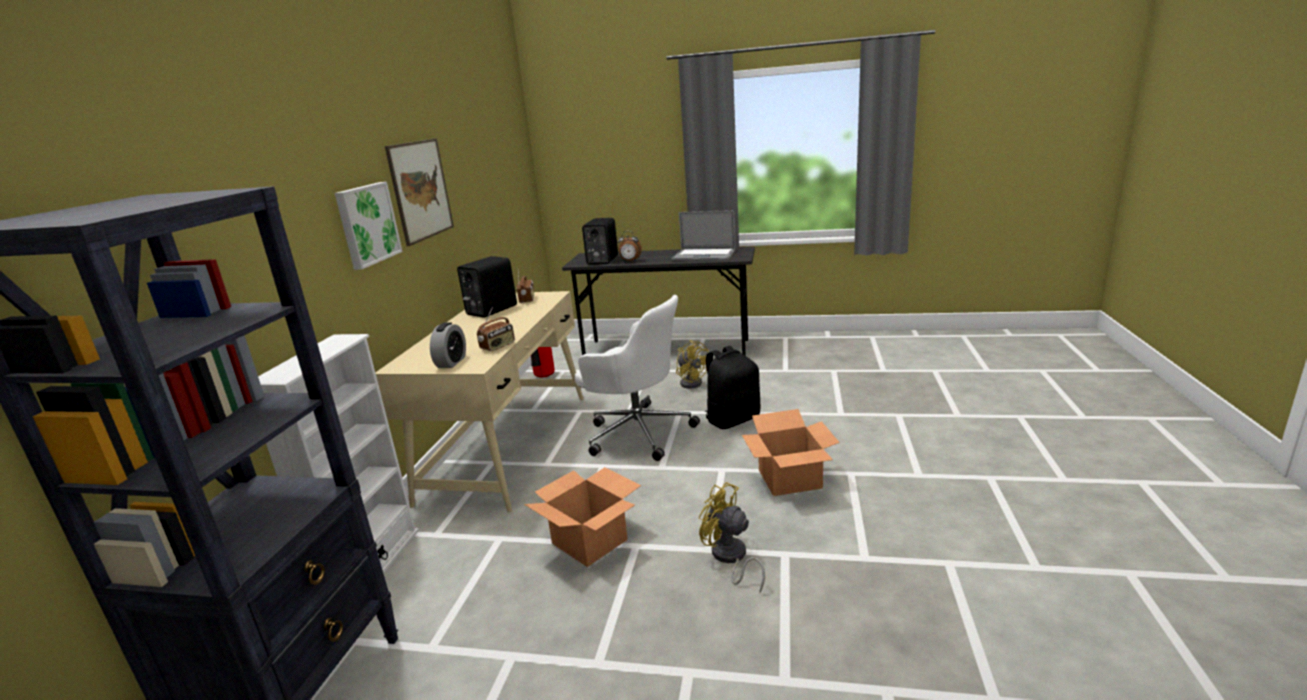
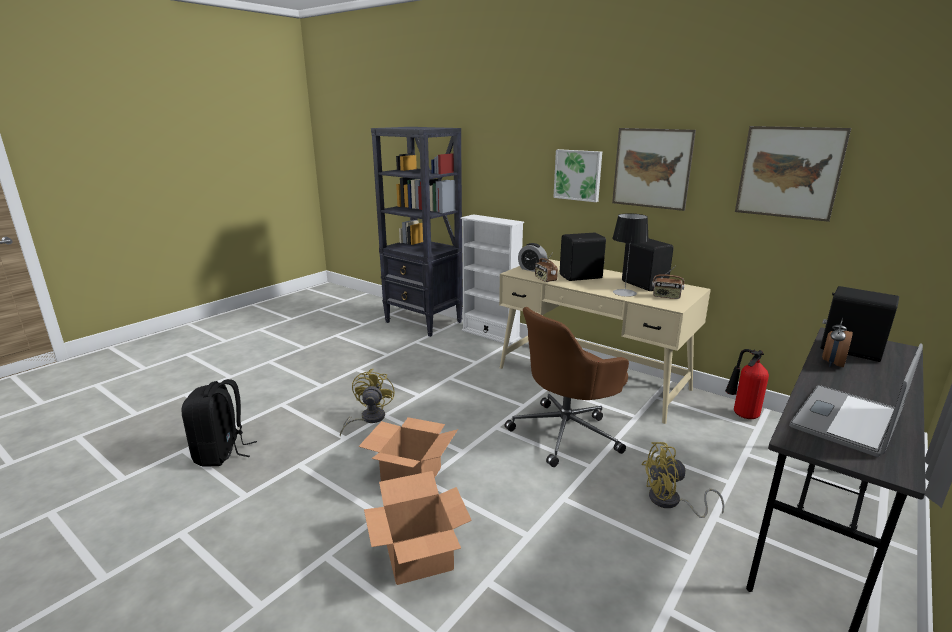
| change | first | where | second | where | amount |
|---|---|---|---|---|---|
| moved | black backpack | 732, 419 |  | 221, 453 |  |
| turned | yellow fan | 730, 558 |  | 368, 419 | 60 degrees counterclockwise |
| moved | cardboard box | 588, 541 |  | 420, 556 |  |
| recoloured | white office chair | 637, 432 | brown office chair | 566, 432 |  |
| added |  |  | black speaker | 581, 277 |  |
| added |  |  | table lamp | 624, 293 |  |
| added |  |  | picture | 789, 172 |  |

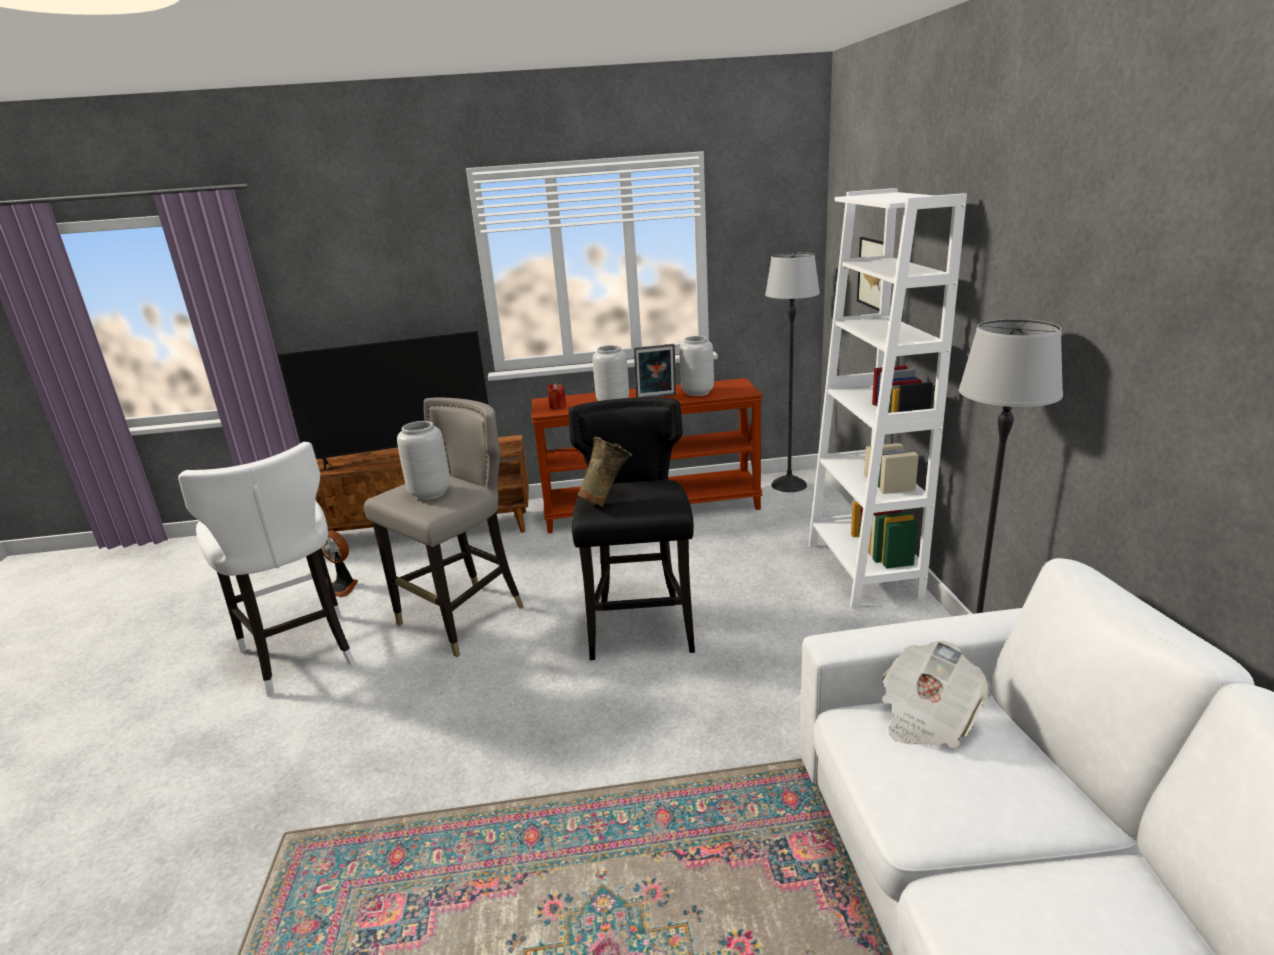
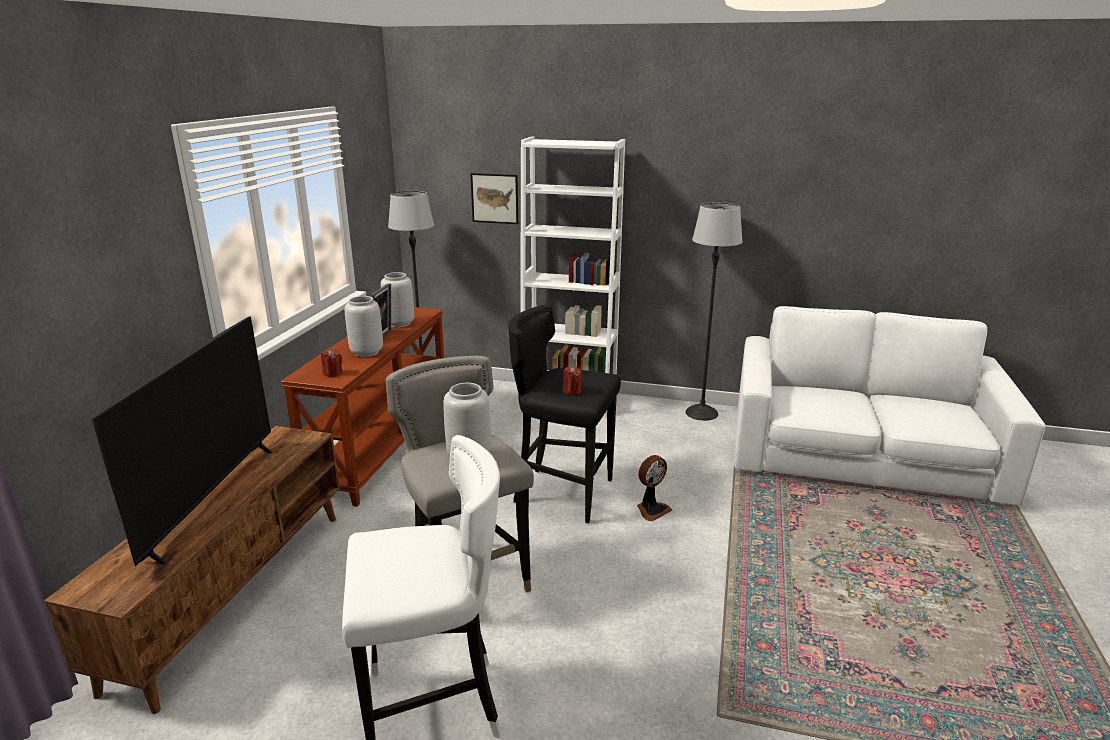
| change | first | where | second | where | amount |
|---|---|---|---|---|---|
| replaced | beige vase | 607, 501 | red candle | 572, 391 |  |
| moved | fan | 342, 587 |  | 651, 509 |  |
| removed | newspaper | 927, 717 |  |  |  |

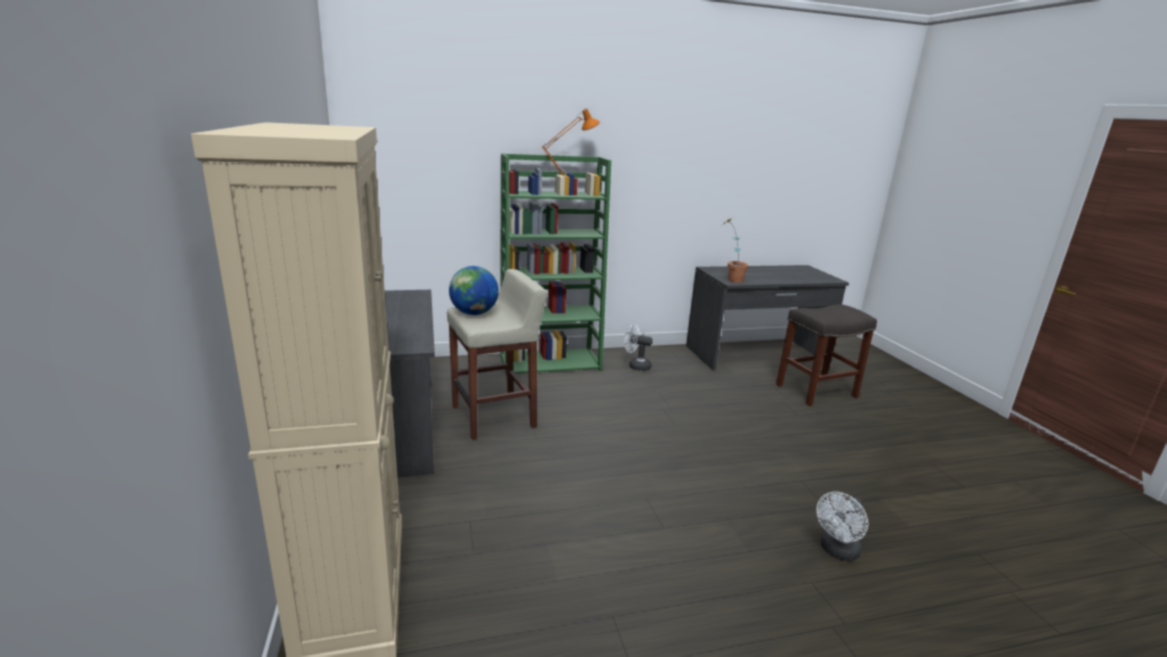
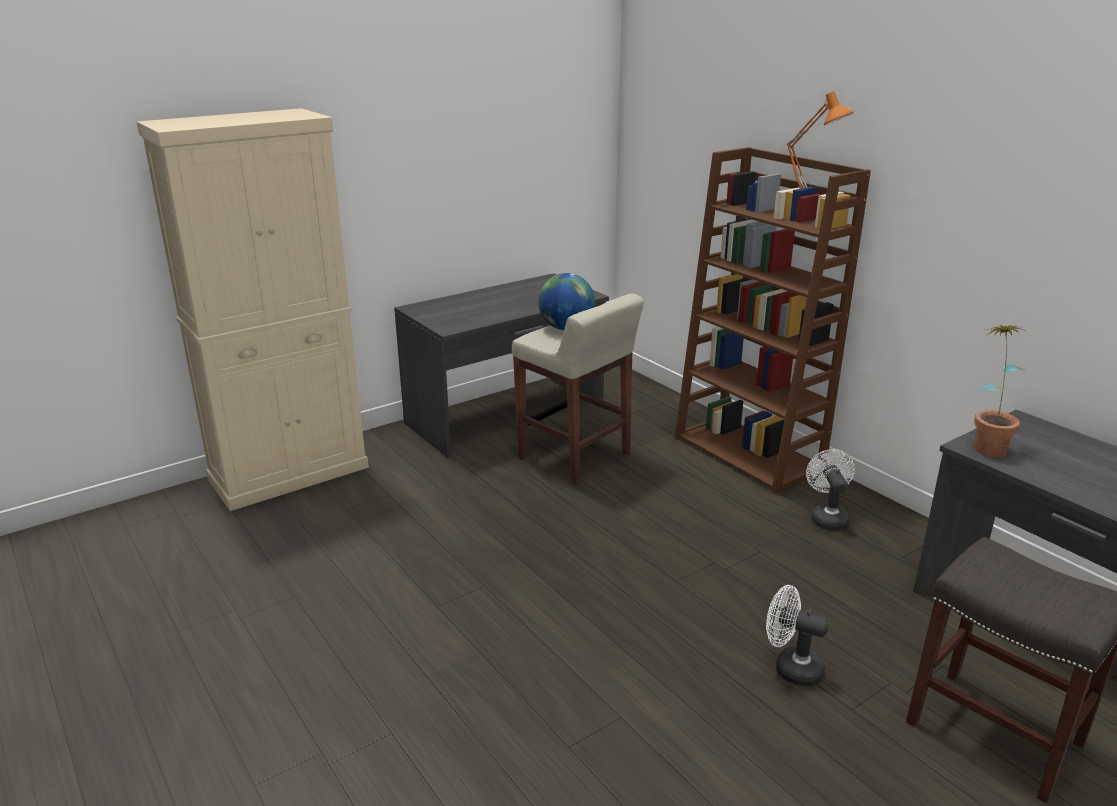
| change | first | where | second | where | amount |
|---|---|---|---|---|---|
| recoloured | green bookcase | 551, 362 | brown bookcase | 749, 454 |  |
| moved | white fan | 837, 551 |  | 790, 668 |  |

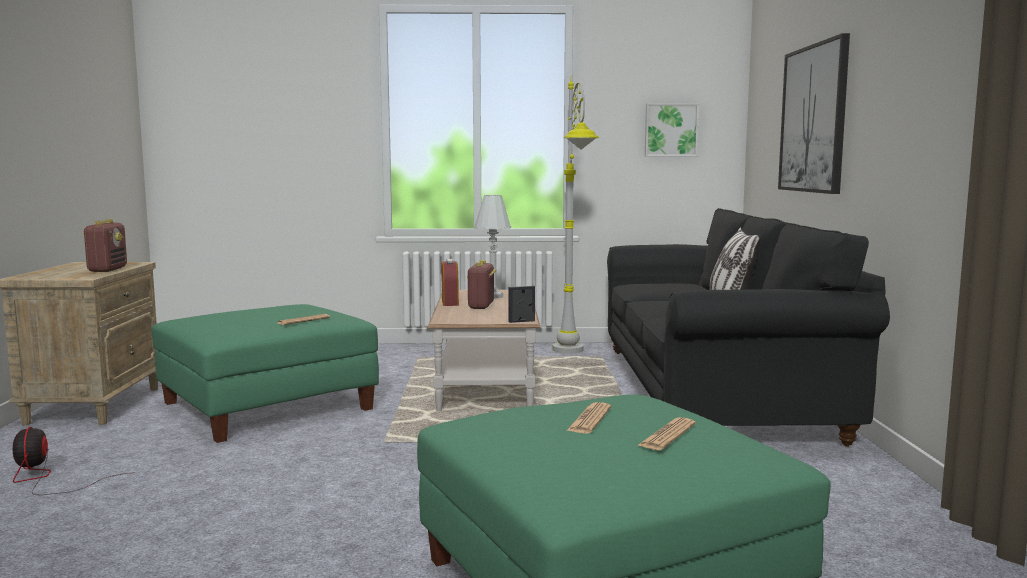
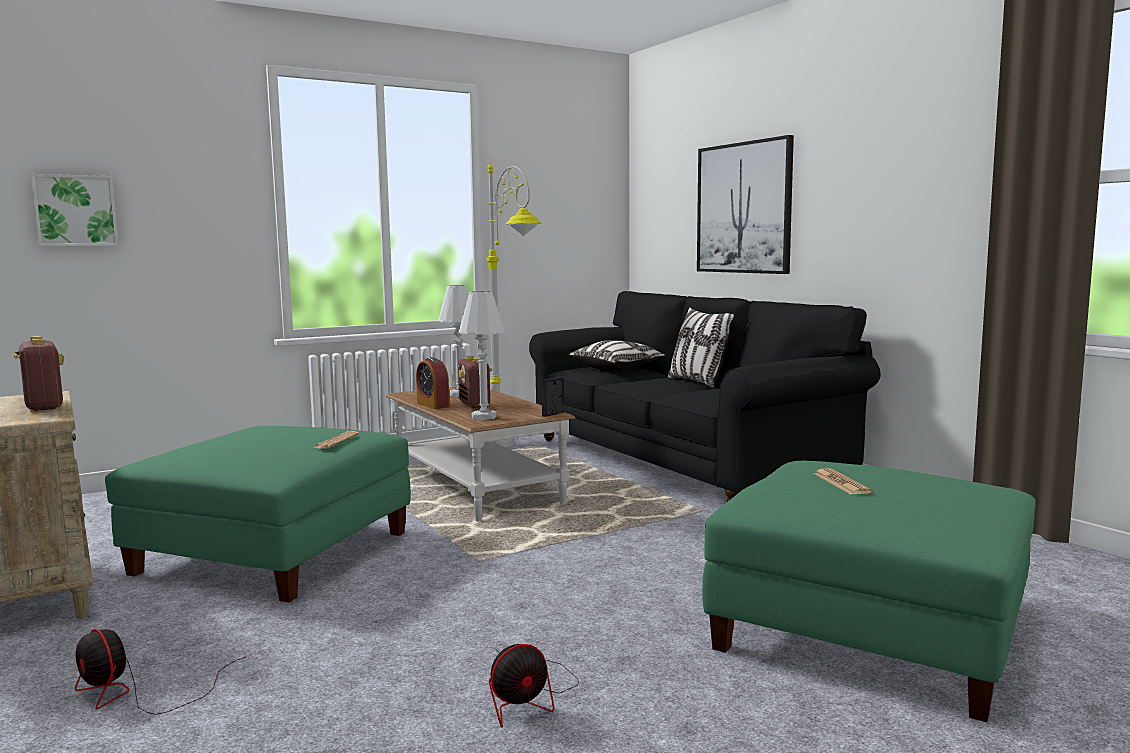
| change | first | where | second | where | amount |
|---|---|---|---|---|---|
| moved | picture | 670, 130 |  | 75, 210 |  |
| added |  |  | white table lamp | 484, 417 |  |
| added |  |  | fan | 528, 696 |  |
| added |  |  | pillow | 617, 368 |  |
| removed | newspaper | 667, 435 |  |  |  |

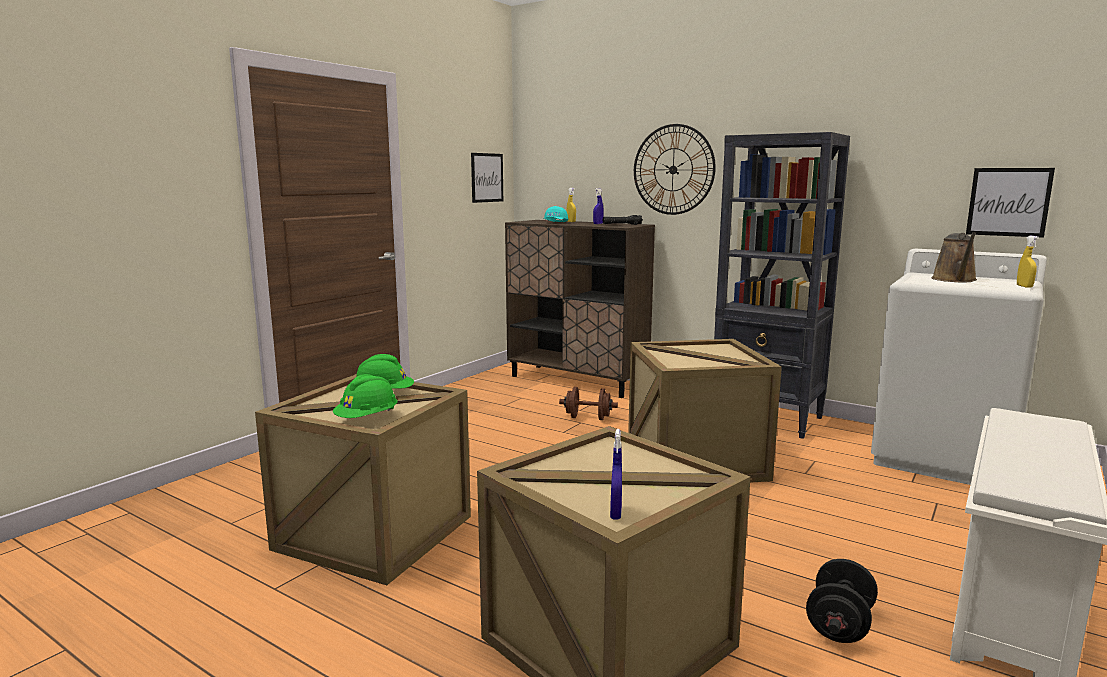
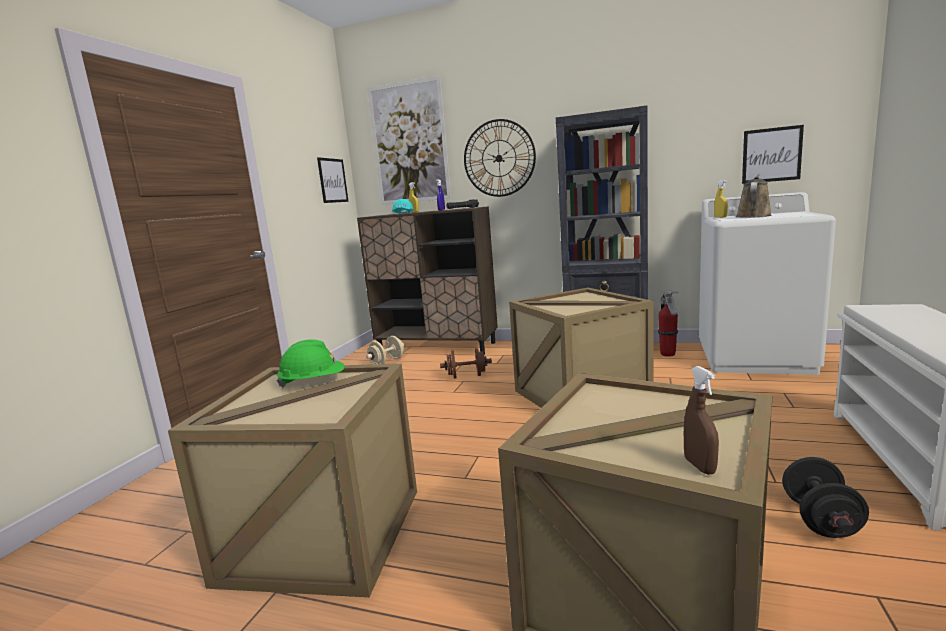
| change | first | where | second | where | amount |
|---|---|---|---|---|---|
| added |  |  | beige dumbbell | 387, 362 |  |
| added |  |  | picture | 409, 143 |  |
| added |  |  | fire extinguisher | 668, 354 |  |
| recoloured | blue spray bottle | 616, 513 | brown spray bottle | 699, 466 |  |
| moved | yellow spray bottle | 1024, 286 |  | 720, 217 |  |
| turned | brown watering can | 955, 280 |  | 753, 216 | 150 degrees counterclockwise |
| removed | green hard hat | 367, 419 |  |  |  |

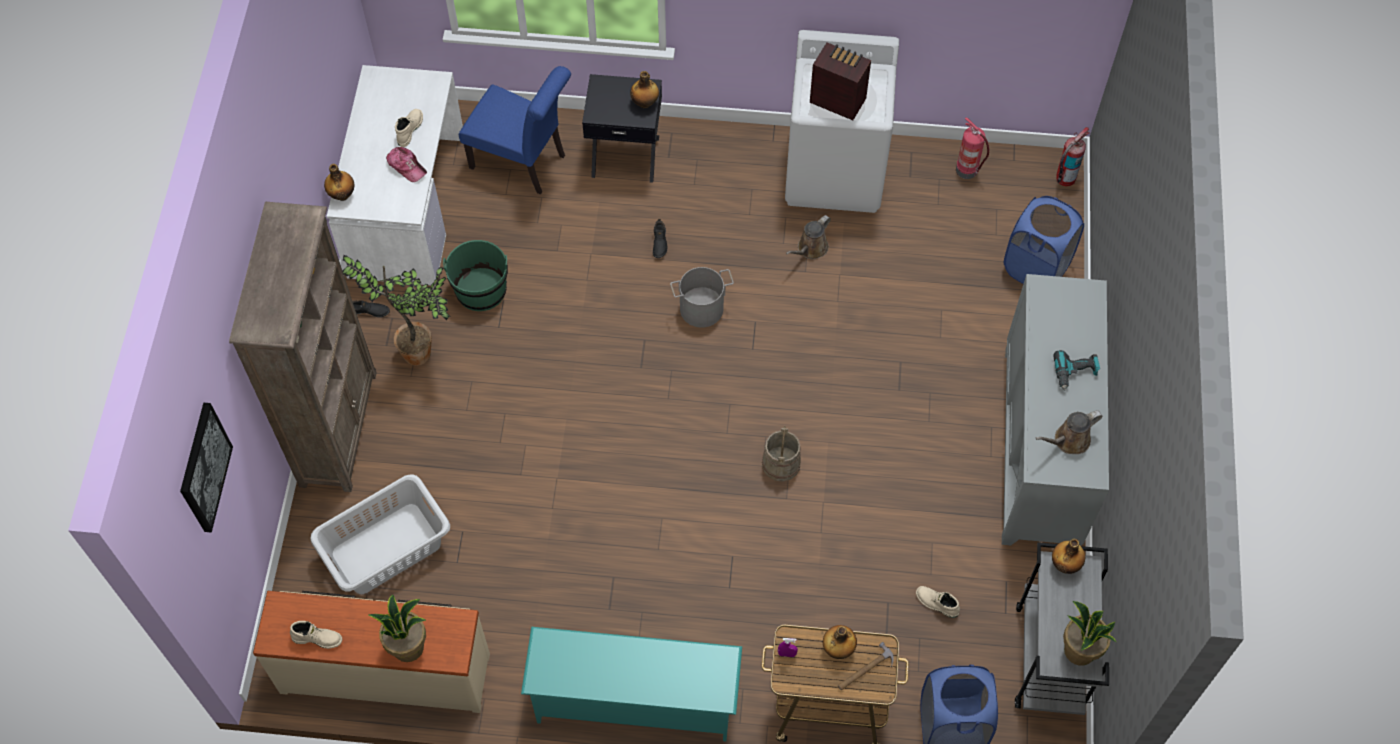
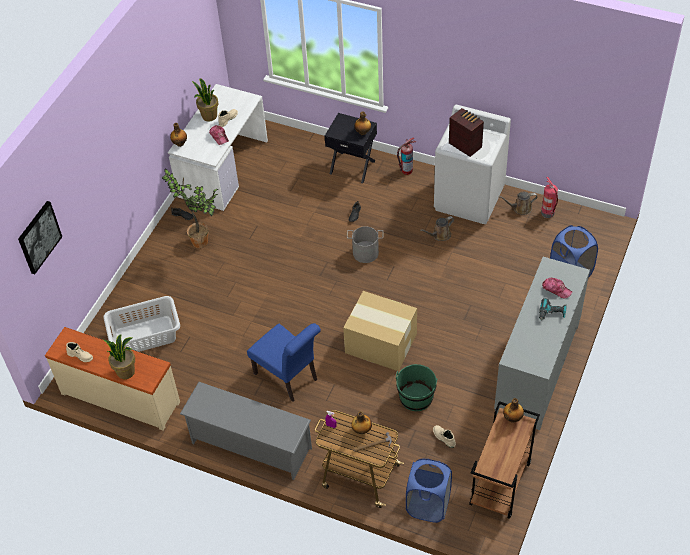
| change | first | where | second | where | amount |
|---|---|---|---|---|---|
| recoloured | turquoise shoe rack | 635, 700 | grey shoe rack | 250, 445 |  |
| moved | potted plant | 1079, 651 |  | 209, 116 |  |
| moved | blue chair | 523, 163 |  | 289, 378 |  |
| replaced | beige bucket | 780, 463 | cardboard box | 380, 342 |  |
| moved | green bucket | 481, 290 |  | 416, 397 |  |
| moved | fire extinguisher | 1065, 178 |  | 406, 170 |  |
| recoloured | grey cart | 1050, 660 | brown cart | 500, 484 |  |
| moved | brown watering can | 1068, 441 |  | 520, 208 |  |
| added |  |  | cap | 556, 289 |  |
| removed | brown bookcase | 338, 428 |  |  |  |

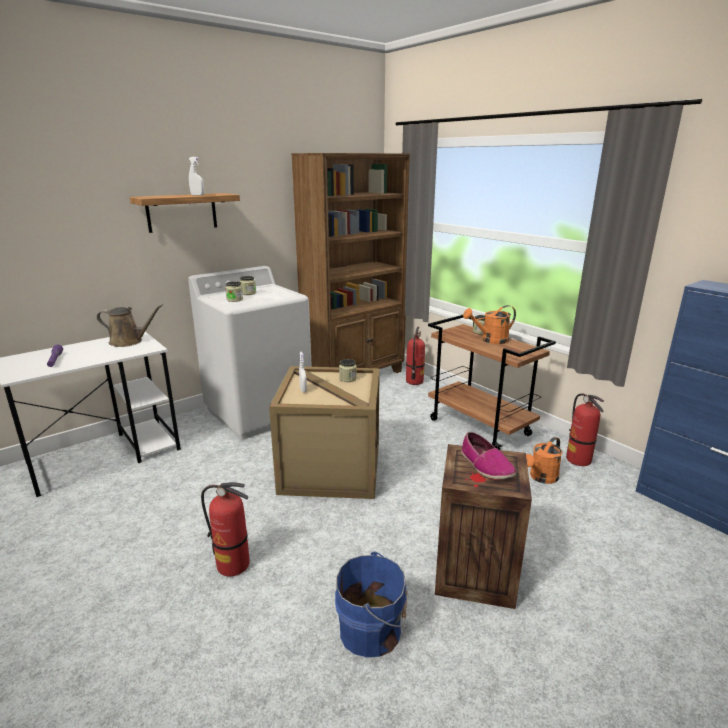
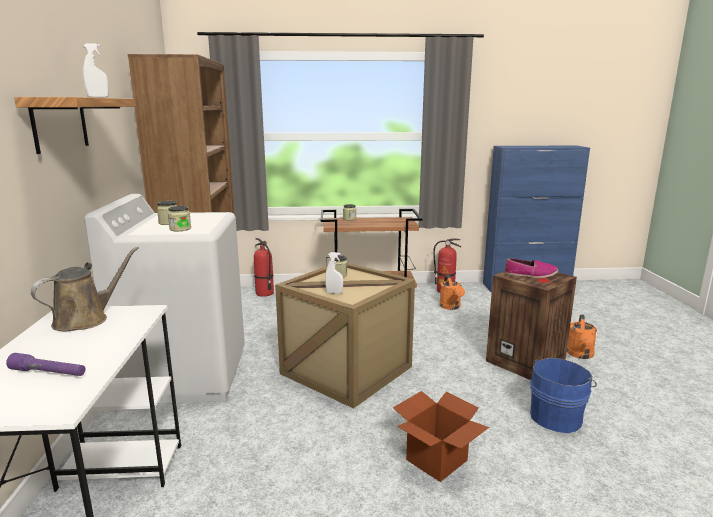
| change | first | where | second | where | amount |
|---|---|---|---|---|---|
| replaced | fire extinguisher | 233, 565 | cardboard box | 436, 460 |  |
| moved | orange watering can | 490, 340 |  | 580, 355 |  |

